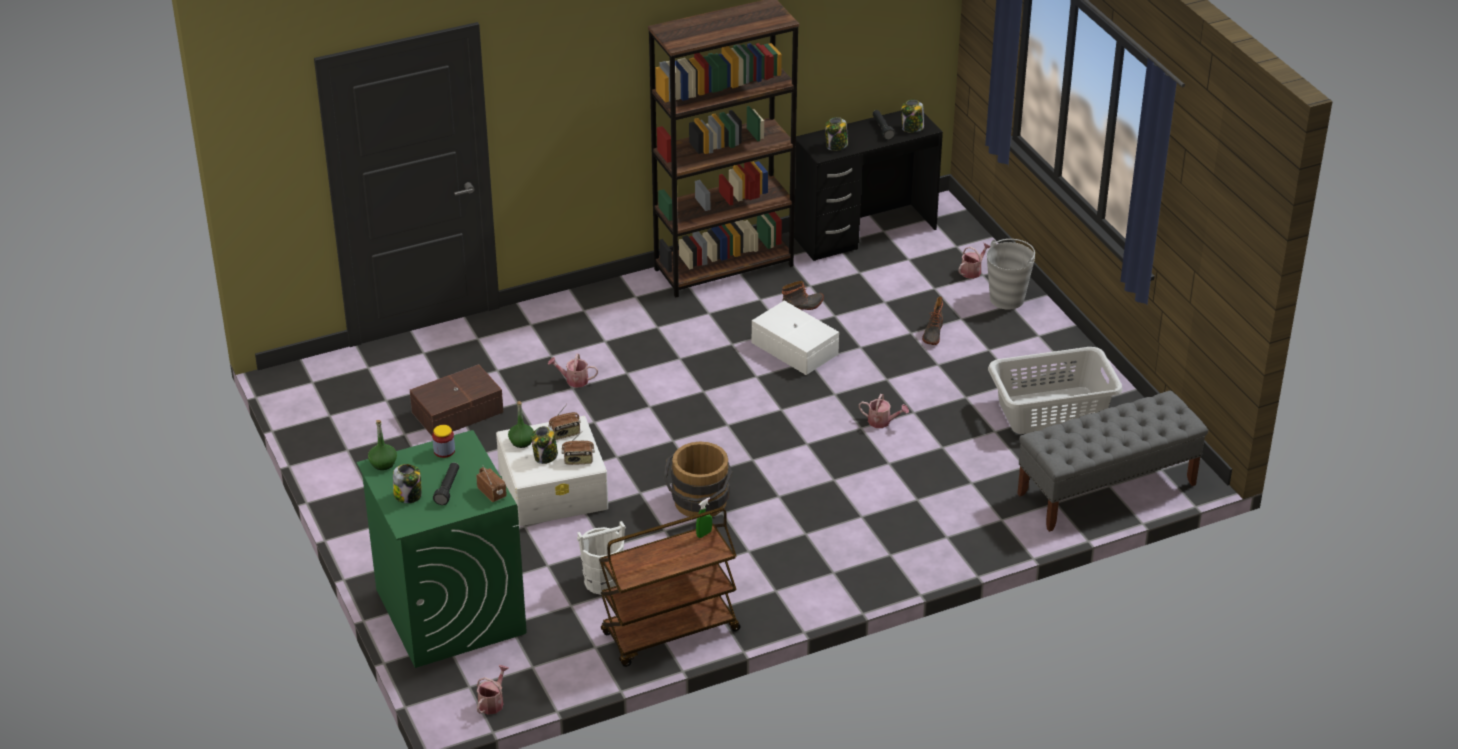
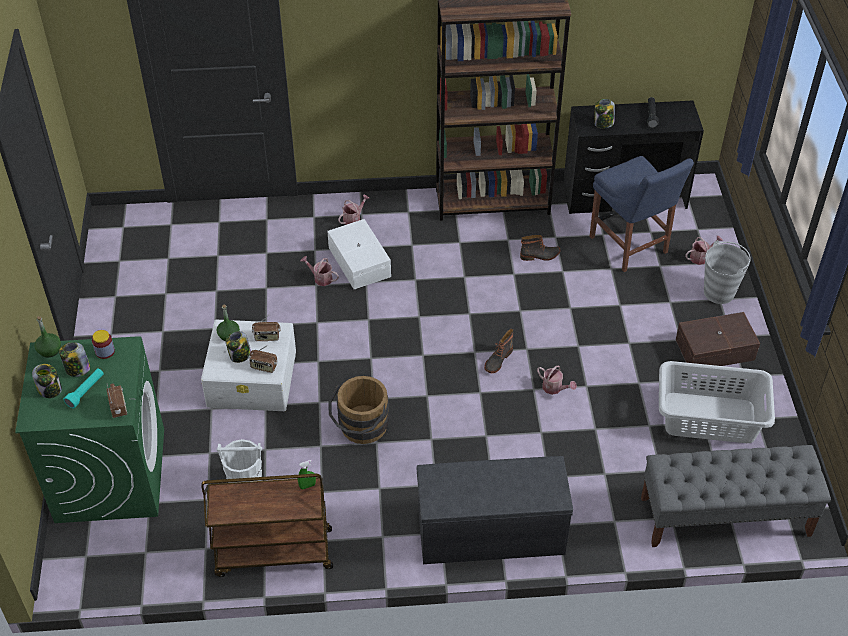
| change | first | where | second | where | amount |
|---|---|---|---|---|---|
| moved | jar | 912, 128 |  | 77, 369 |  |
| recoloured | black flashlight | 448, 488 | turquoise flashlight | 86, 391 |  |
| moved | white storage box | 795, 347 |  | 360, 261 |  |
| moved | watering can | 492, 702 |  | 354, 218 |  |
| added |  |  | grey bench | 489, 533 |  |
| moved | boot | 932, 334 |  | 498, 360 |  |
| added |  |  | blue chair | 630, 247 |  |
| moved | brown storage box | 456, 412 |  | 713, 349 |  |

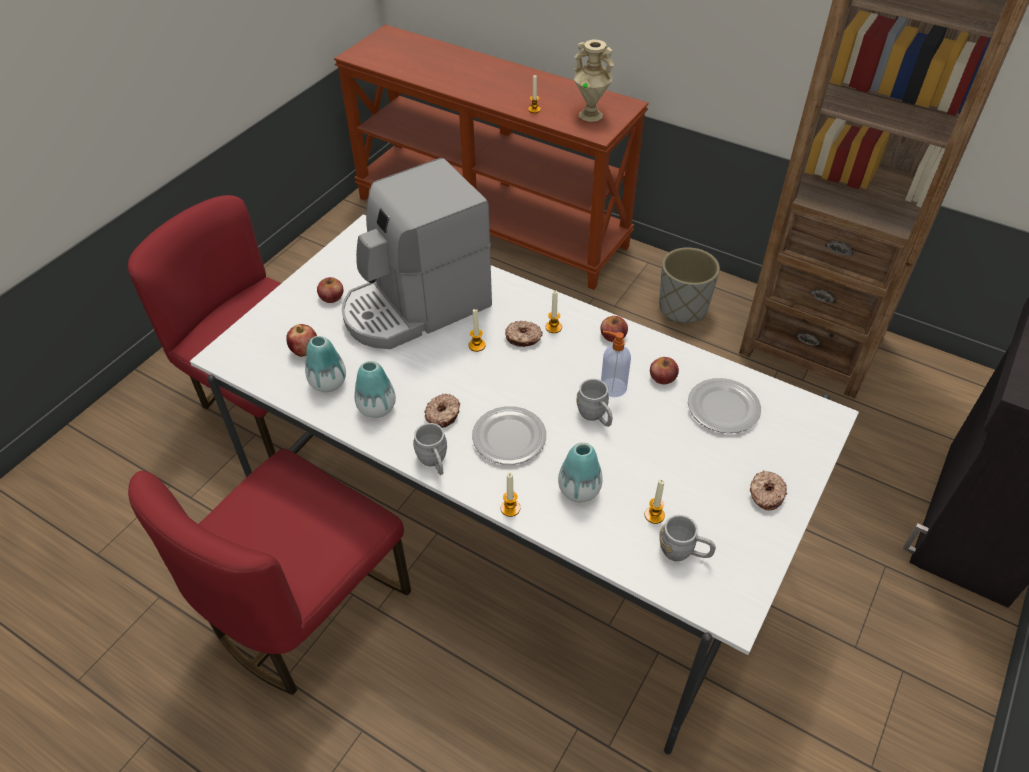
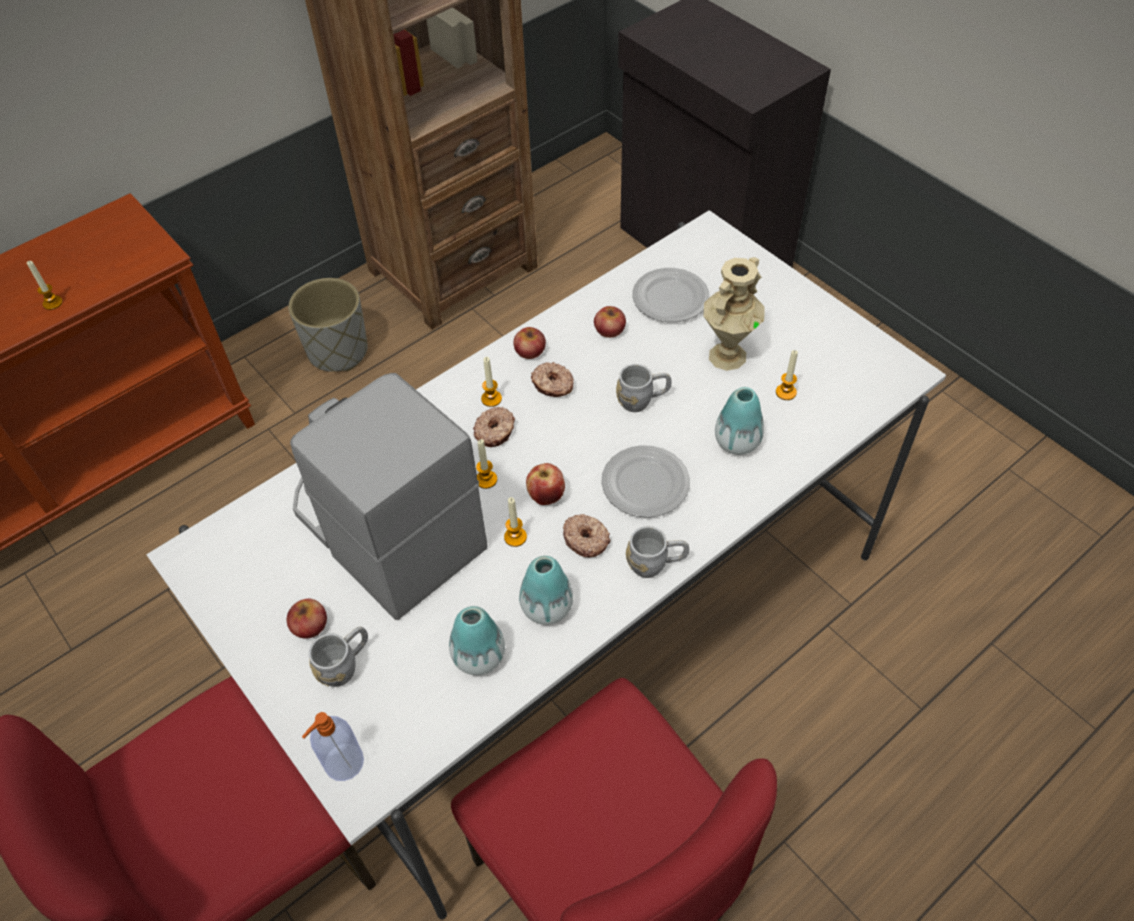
| change | first | where | second | where | amount |
|---|---|---|---|---|---|
| turned | coffee machine | 415, 307 |  | 385, 529 | 150 degrees clockwise |
| moved | soap dispenser | 612, 387 |  | 343, 763 |  |
| moved | grey mug | 684, 552 |  | 345, 665 |  |
| moved | candle | 510, 508 |  | 515, 537 |  |
| moved | apple | 304, 351 |  | 546, 496 |  |
| moved | donut | 765, 494 |  | 552, 385 |  |
| moved | beige vase | 591, 114 |  | 727, 355 |  |

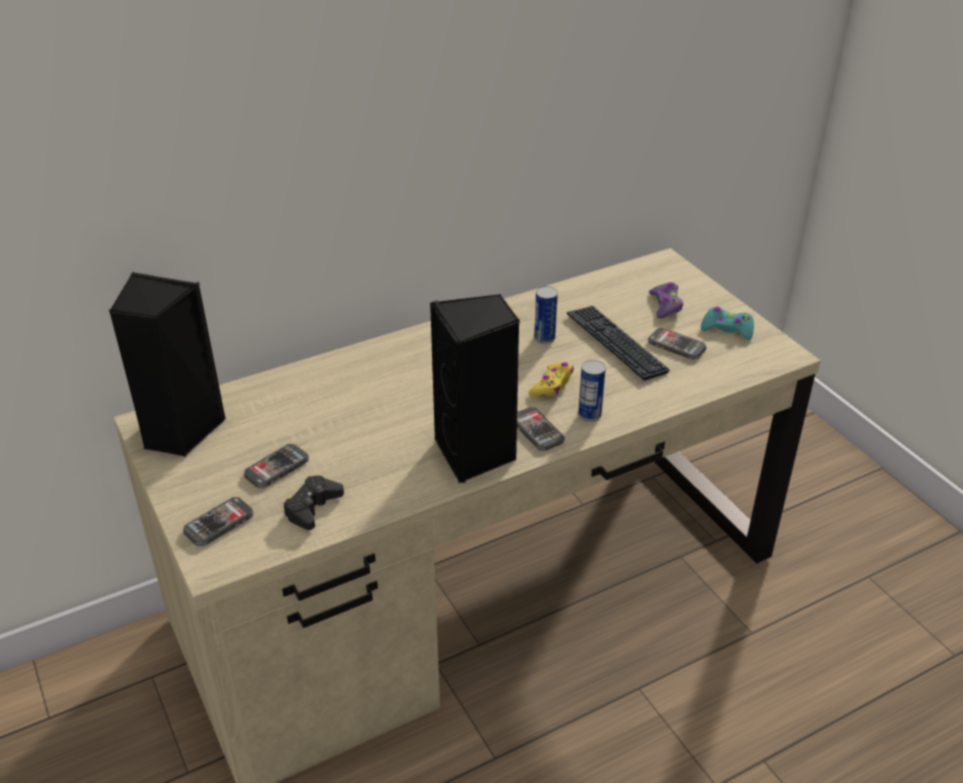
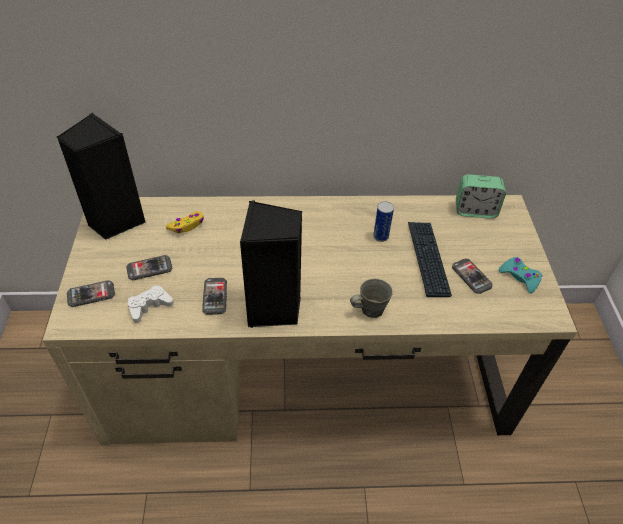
| change | first | where | second | where | amount |
|---|---|---|---|---|---|
| recoloured | black game controller | 312, 507 | white game controller | 149, 306 |  |
| moved | yellow game controller | 552, 385 |  | 187, 225 |  |
| moved | phone | 537, 430 |  | 215, 297 |  |
| replaced | can | 589, 415 | grey mug | 370, 309 |  |
| added |  |  | alarm clock | 475, 210 |  |
| removed | purple game controller | 665, 305 |  |  |  |

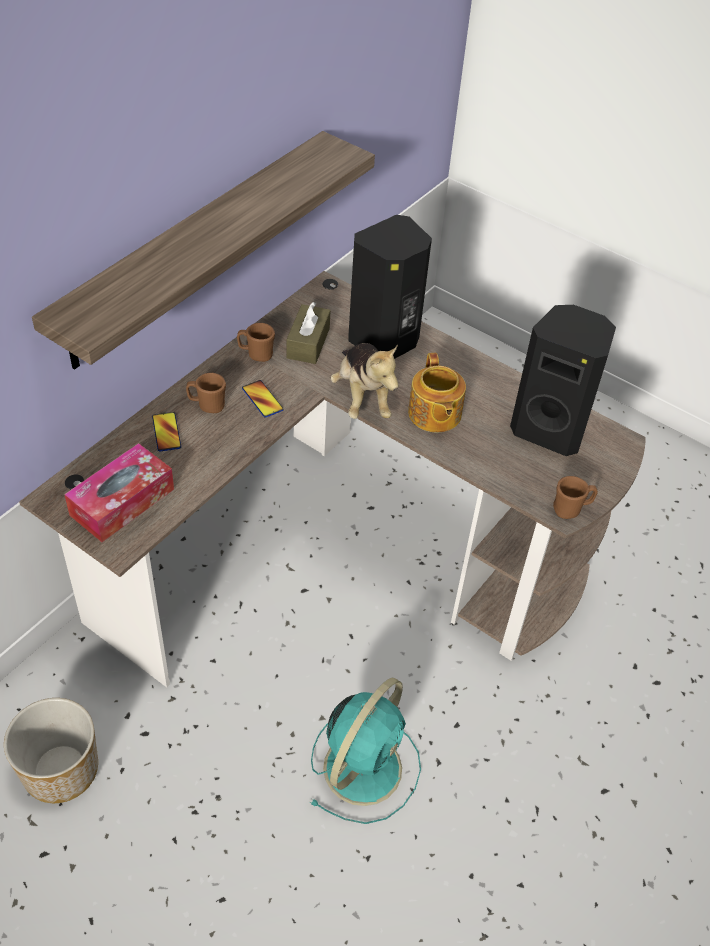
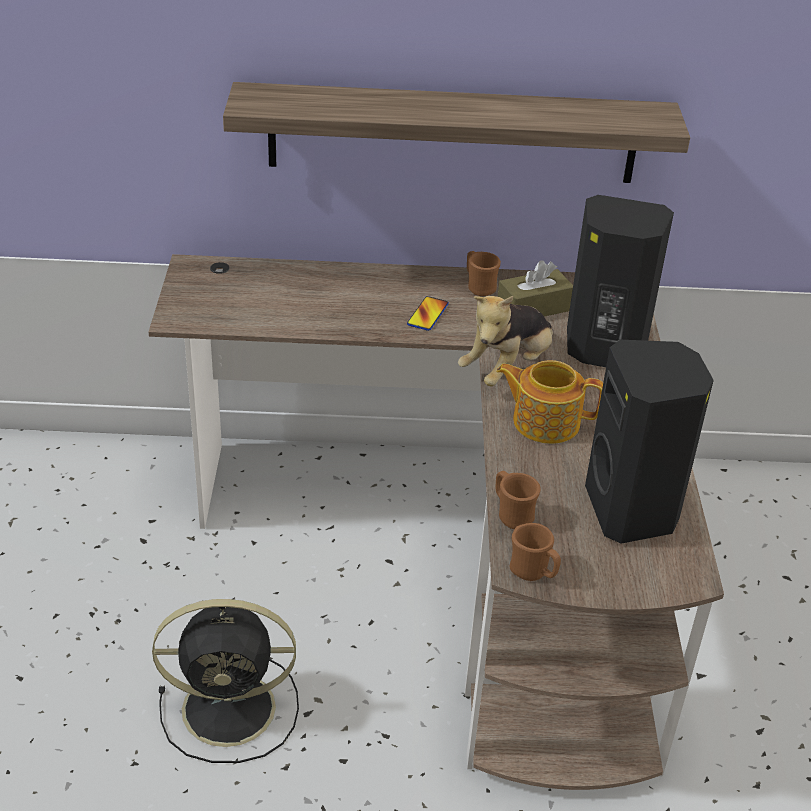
| change | first | where | second | where | amount |
|---|---|---|---|---|---|
| recoloured | turquoise fan | 364, 765 | black fan | 233, 708 |  |
| turned | teapot | 434, 414 |  | 544, 421 | 60 degrees clockwise |
| moved | brown mug | 207, 405 |  | 511, 514 |  |
| removed | planter | 60, 771 |  |  |  |
| removed | tissue box | 122, 502 |  |  |  |
| removed | phone | 166, 432 |  |  |  |

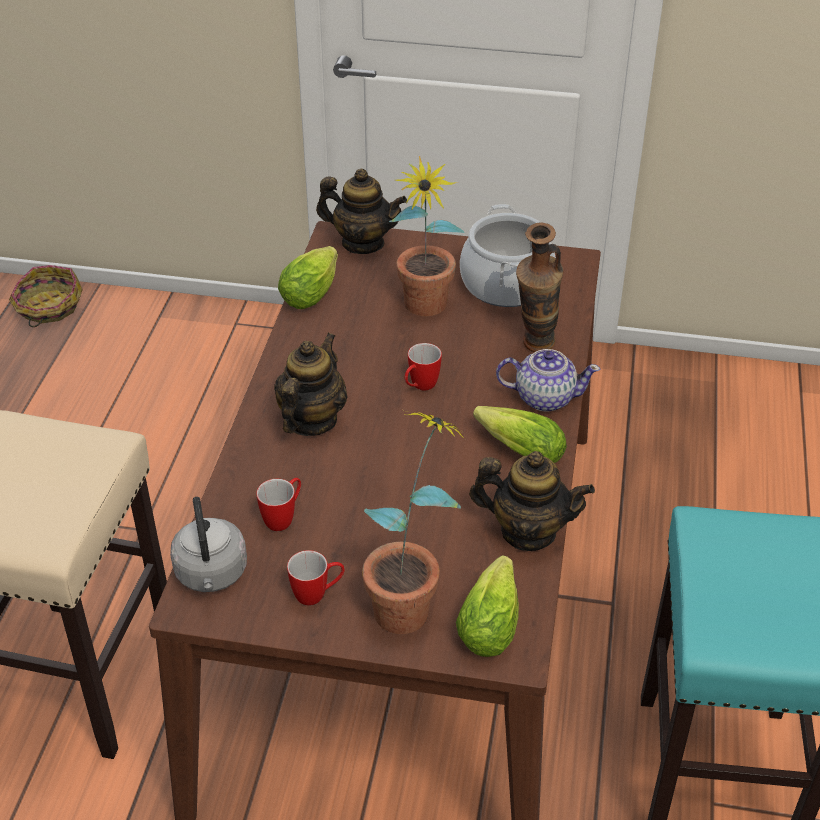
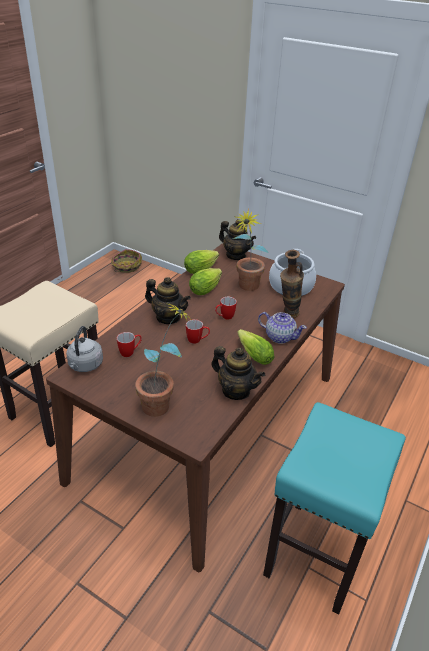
| change | first | where | second | where | amount |
|---|---|---|---|---|---|
| turned | teapot | 311, 420 |  | 168, 317 | 75 degrees clockwise |
| moved | mug | 318, 594 |  | 197, 340 |  |
| moved | lettuce | 492, 620 |  | 207, 288 |  |

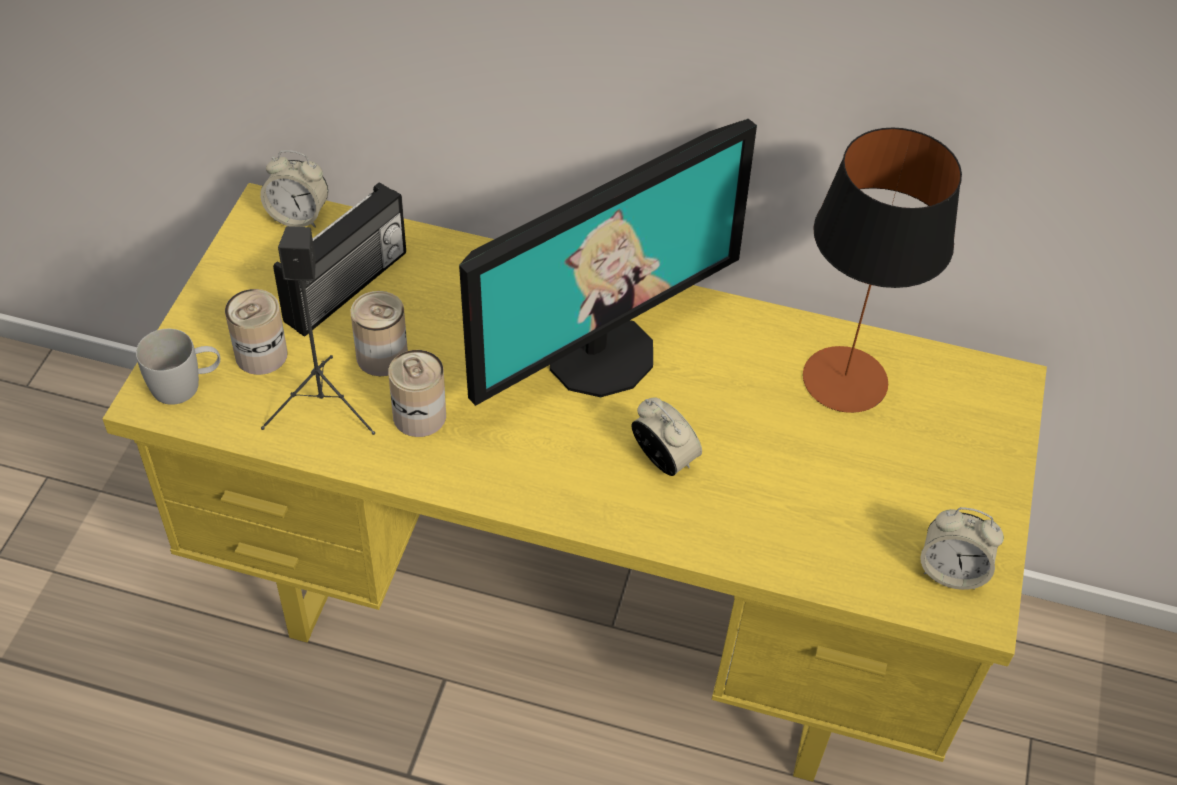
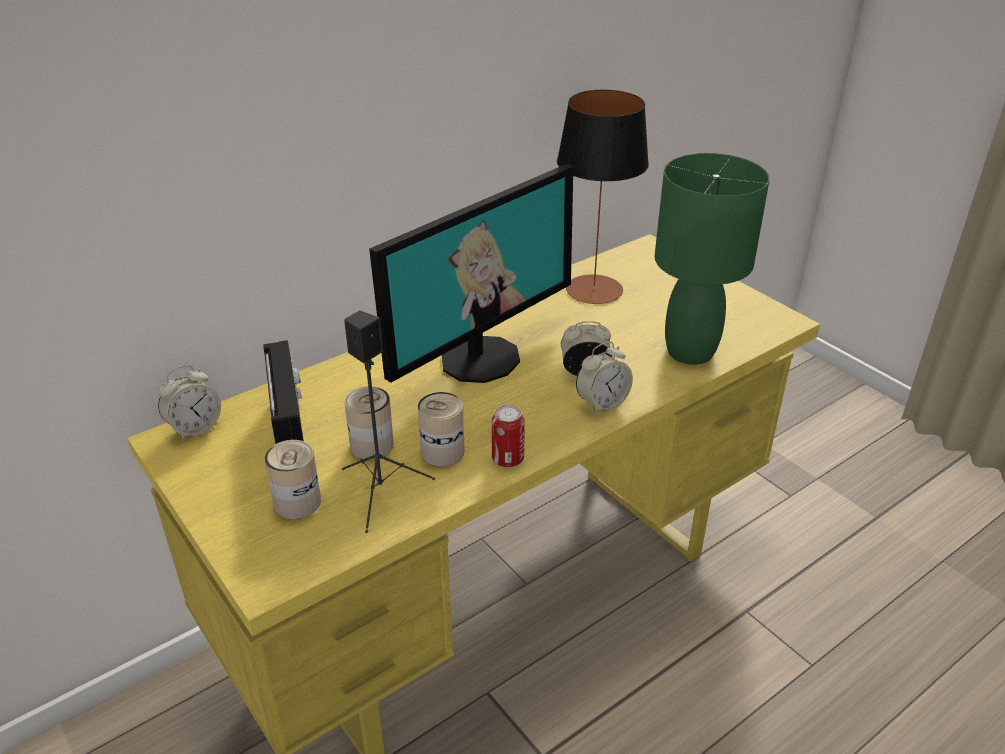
| change | first | where | second | where | amount |
|---|---|---|---|---|---|
| turned | monitor | 600, 354 |  | 479, 358 | 45 degrees clockwise |
| added |  |  | can | 507, 459 |  |
| moved | alarm clock | 951, 571 |  | 602, 403 |  |
| added |  |  | green table lamp | 690, 352 |  |
| removed | white mug | 186, 384 |  |  |  |

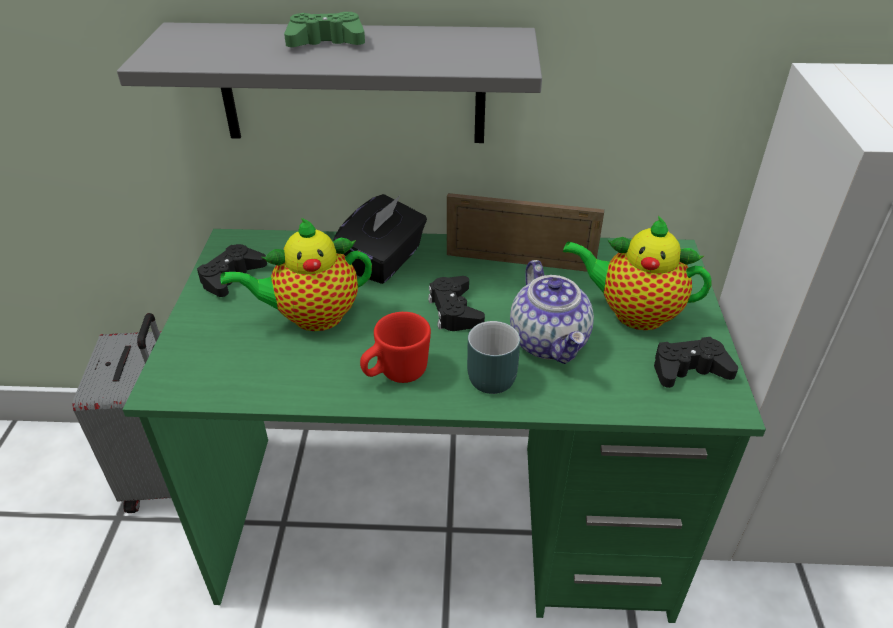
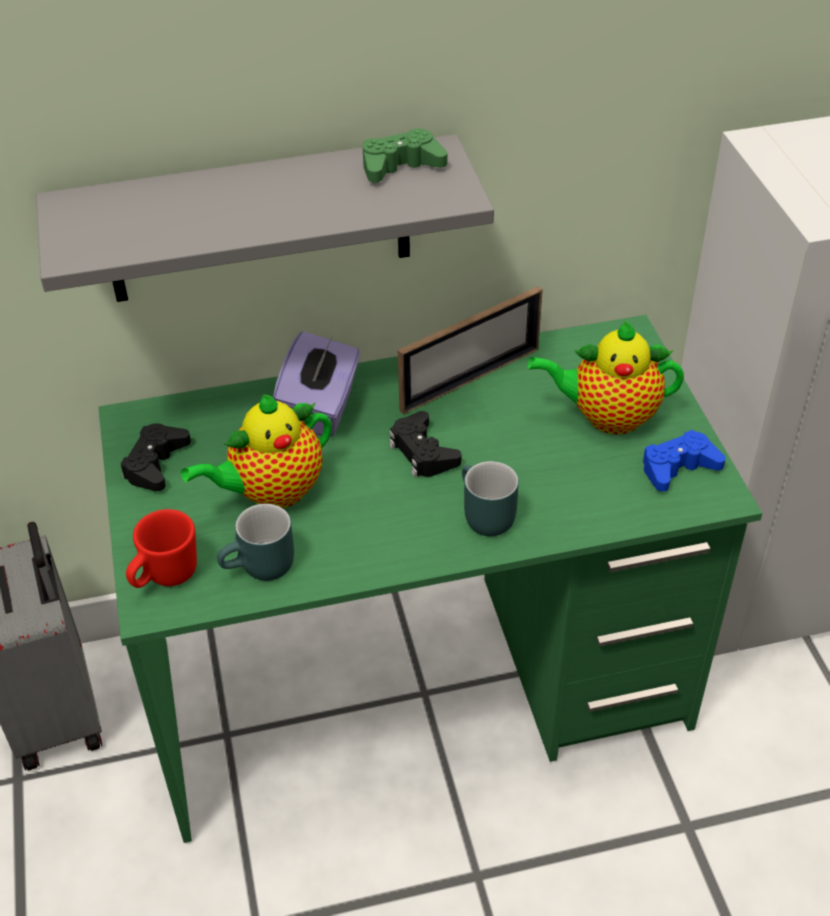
| change | first | where | second | where | amount |
|---|---|---|---|---|---|
| moved | red mug | 396, 374 |  | 165, 577 |  |
| added |  |  | turquoise mug | 261, 569 |  |
| recoloured | black tissue box | 384, 261 | purple tissue box | 321, 408 |  |
| moved | green game controller | 326, 42 |  | 401, 166 |  |
| turned | picture frame | 519, 262 |  | 470, 379 | 150 degrees clockwise |
| recoloured | black game controller | 689, 370 | blue game controller | 678, 467 |  |
| removed | teapot | 550, 342 |  |  |  |

